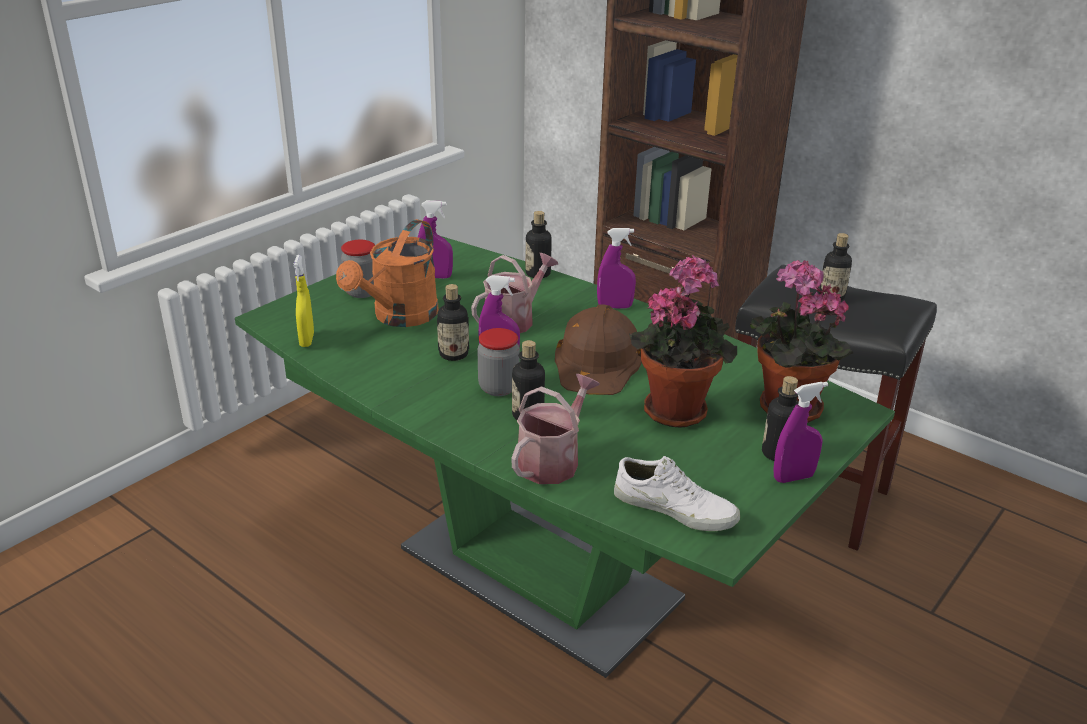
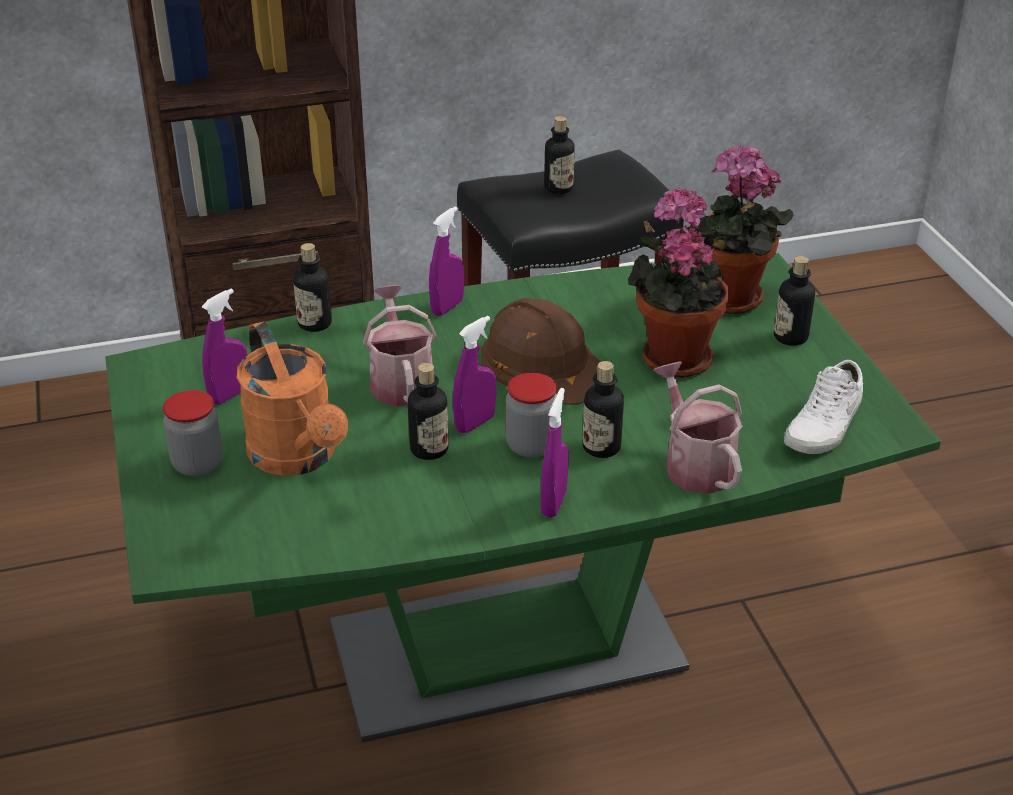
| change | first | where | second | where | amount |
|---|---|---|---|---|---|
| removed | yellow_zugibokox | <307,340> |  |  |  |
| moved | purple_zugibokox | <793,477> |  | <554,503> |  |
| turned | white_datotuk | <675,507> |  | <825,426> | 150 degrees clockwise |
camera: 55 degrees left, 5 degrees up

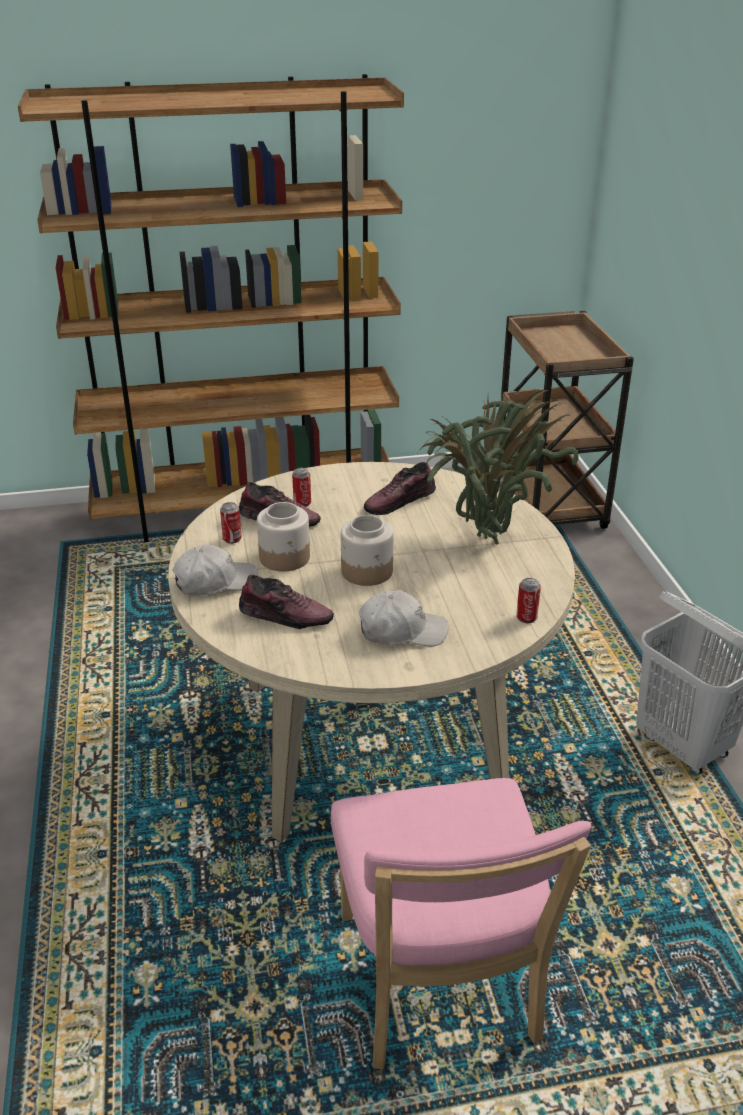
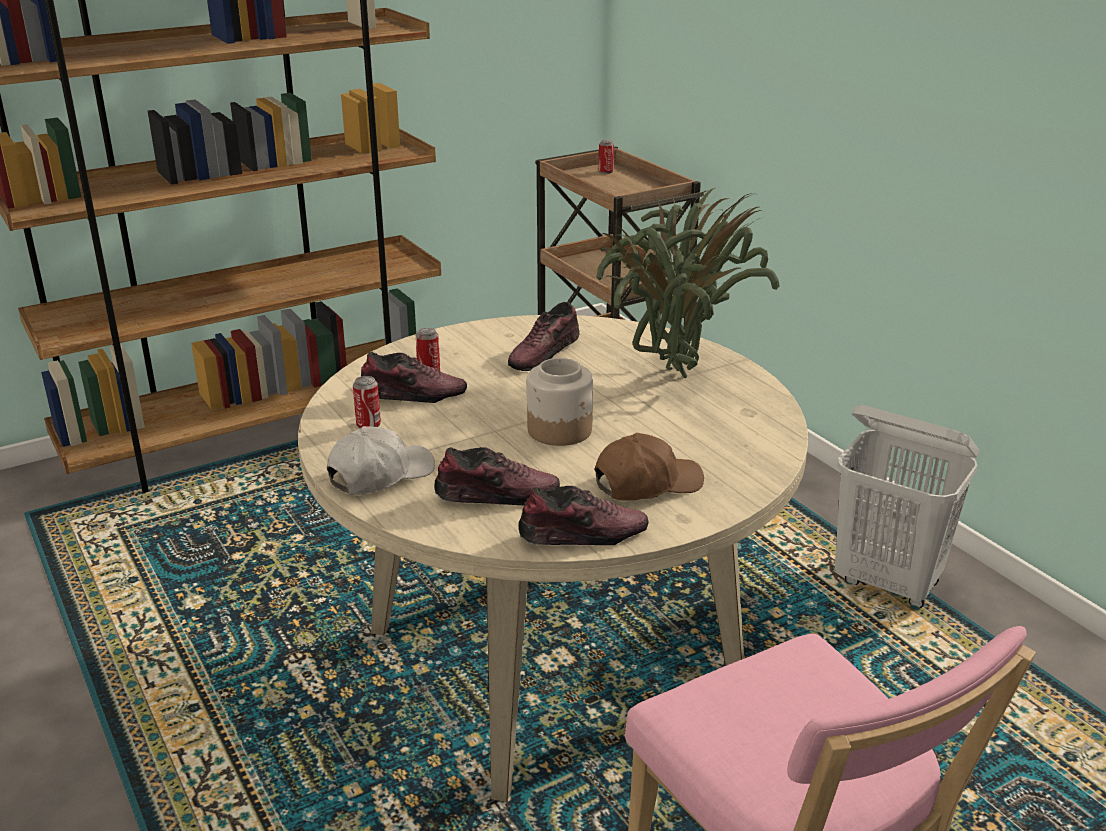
| change | first | where | second | where | amount |
|---|---|---|---|---|---|
| removed | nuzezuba | <285,558> |  |  |  |
| moved | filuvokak | <526,618> |  | <605,172> |  |
| recoloured | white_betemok | <402,631> | brown_betemok | <647,483> |  |
| added |  |  | datotuk | <582,535> |  |
camera: 20 degrees left, 5 degrees down

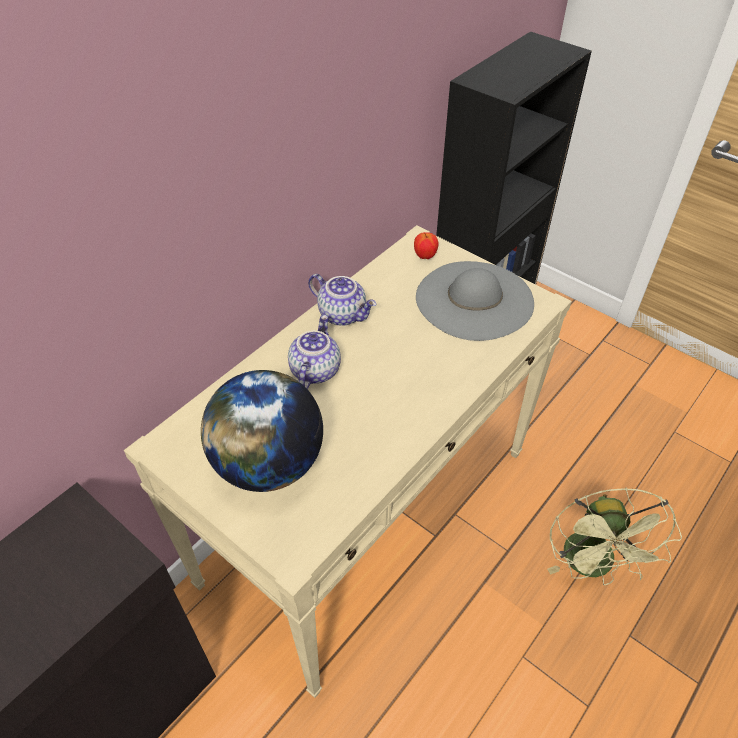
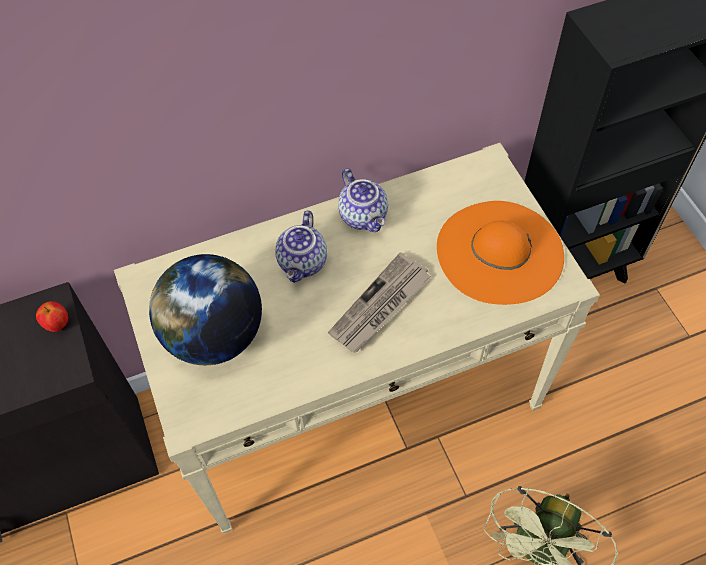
| change | first | where | second | where | amount |
|---|---|---|---|---|---|
| moved | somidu | <425,256> |  | <58,325> |  |
| recoloured | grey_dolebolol | <474,300> | orange_dolebolol | <499,252> |  |
| turned | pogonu | <314,370> |  | <303,263> | 150 degrees clockwise |
| added |  |  | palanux | <380,306> |  |
camera: 30 degrees right, 10 degrees up

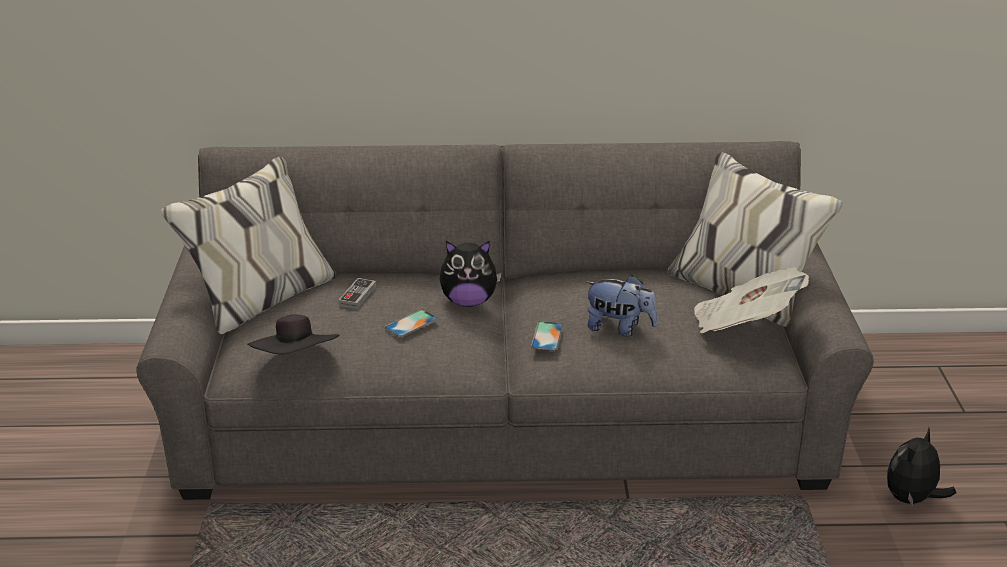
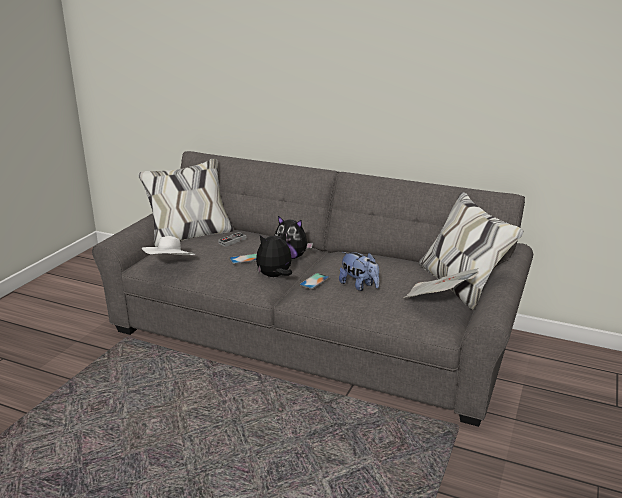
| change | first | where | second | where | amount |
|---|---|---|---|---|---|
| recoloured | black_dolebolol | <296,362> | white_dolebolol | <170,264> |  |
| moved | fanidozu | <912,499> |  | <275,276> |  |
camera: 25 degrees right, 5 degrees down

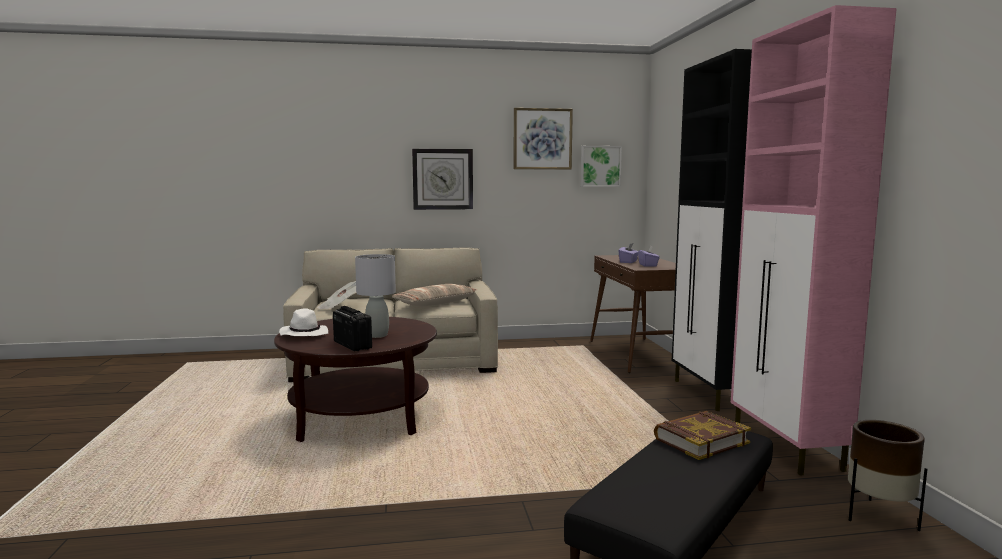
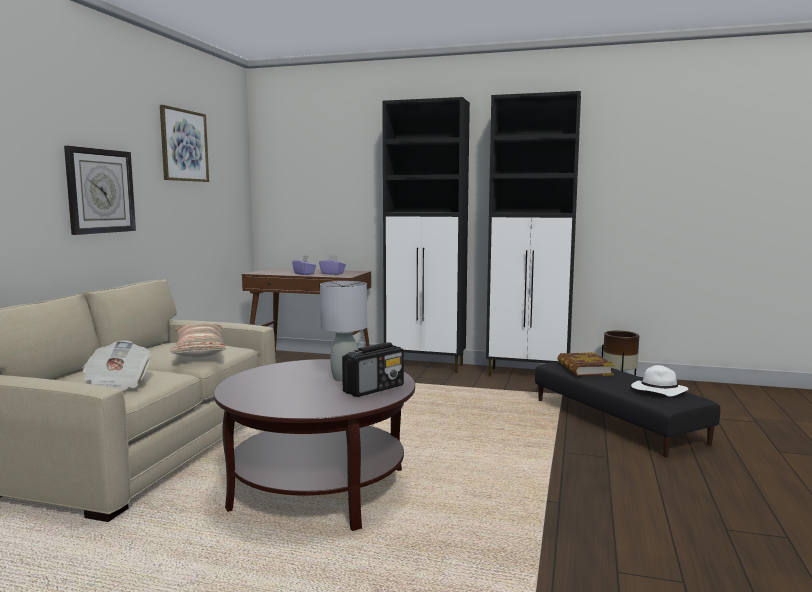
| change | first | where | second | where | amount |
|---|---|---|---|---|---|
| recoloured | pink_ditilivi | <786,448> | black_ditilivi | <529,375> |  |
| removed | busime | <600,166> |  |  |  |
| turned | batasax | <352,345> |  | <374,389> | 150 degrees clockwise |
| moved | white_dolebolol | <304,334> |  | <658,391> |  |
camera: 65 degrees left, 0 degrees up

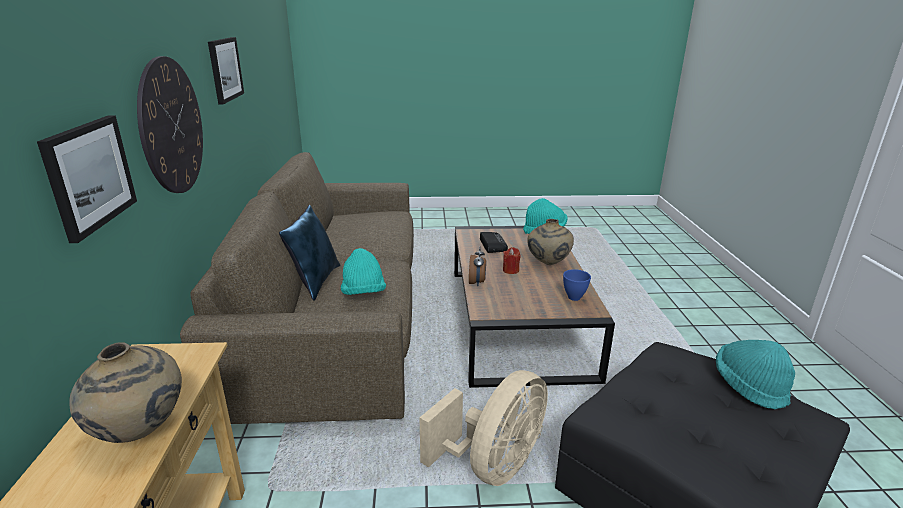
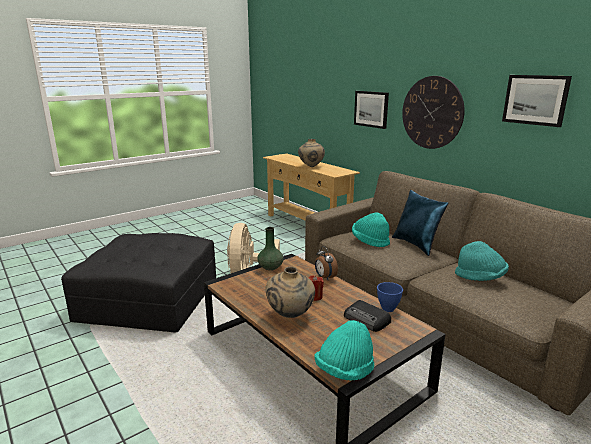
| change | first | where | second | where | amount |
|---|---|---|---|---|---|
| moved | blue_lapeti | <573,297> |  | <388,309> |  |
| moved | turquoise_dolebolol | <749,386> |  | <480,277> |  |
| added |  |  | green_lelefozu | <270,267> |  |
camera: 145 degrees right, 5 degrees down

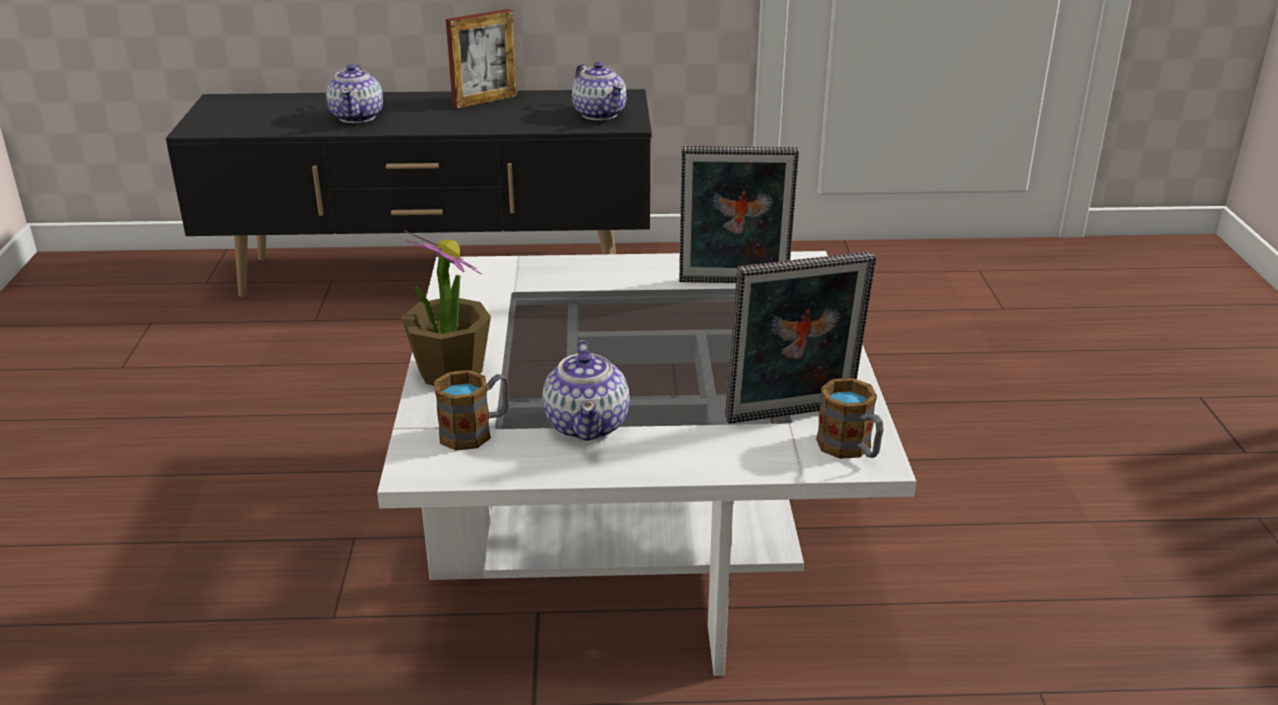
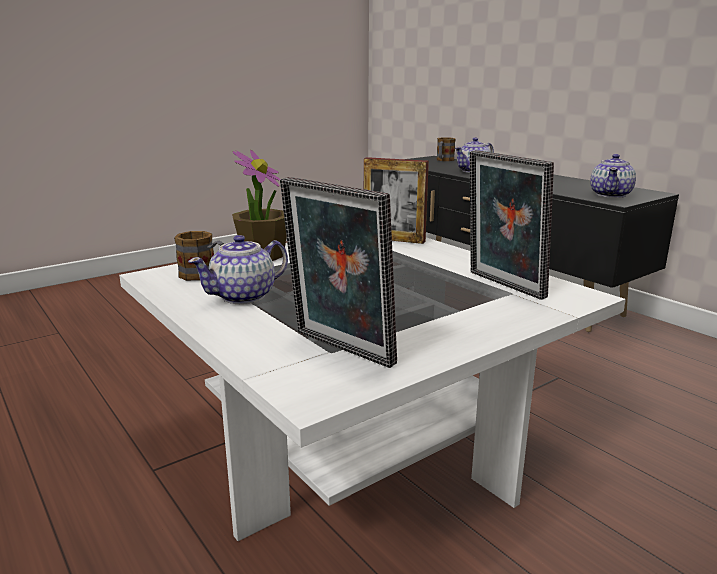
| change | first | where | second | where | amount |
|---|---|---|---|---|---|
| moved | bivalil | <485,101> |  | <394,239> |  |
| moved | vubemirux | <851,449> |  | <444,160> |  |
camera: 55 degrees right, 10 degrees down

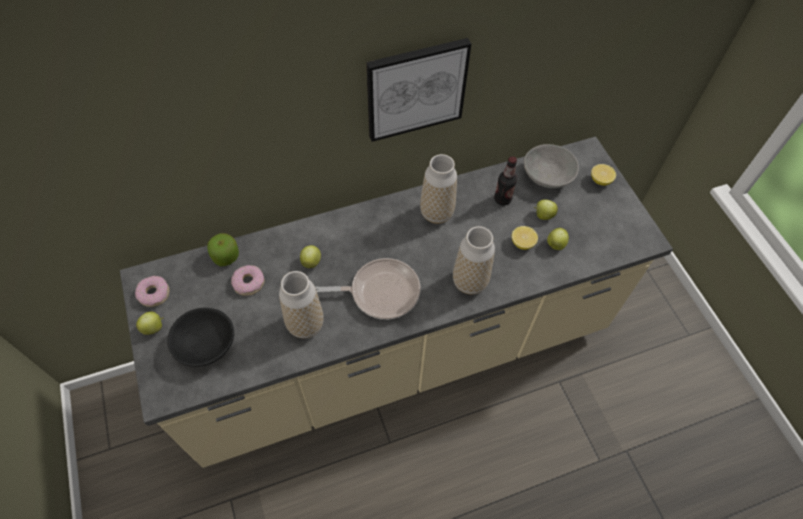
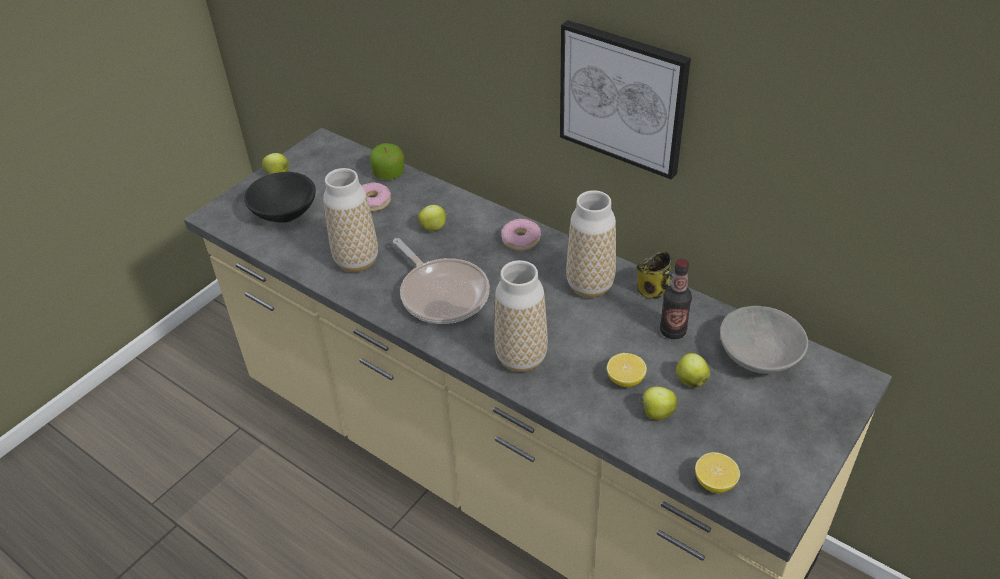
| change | first | where | second | where | amount |
|---|---|---|---|---|---|
| moved | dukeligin | <600,180> |  | <714,482> |  |
| moved | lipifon | <154,294> |  | <521,240> |  |
| added |  |  | vubemirux | <654,291> |  |
camera: 60 degrees right, 15 degrees down

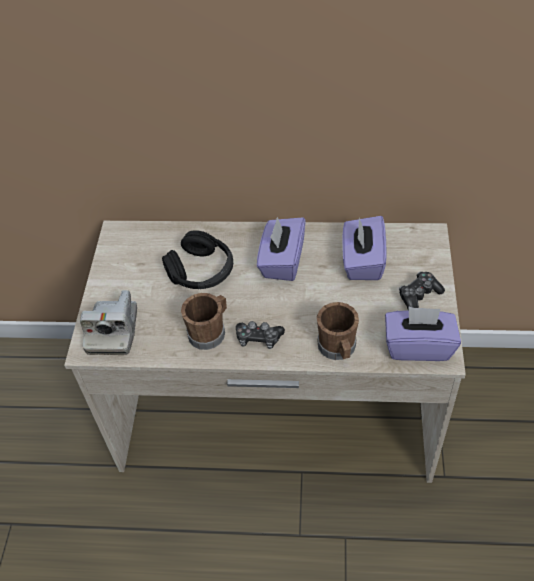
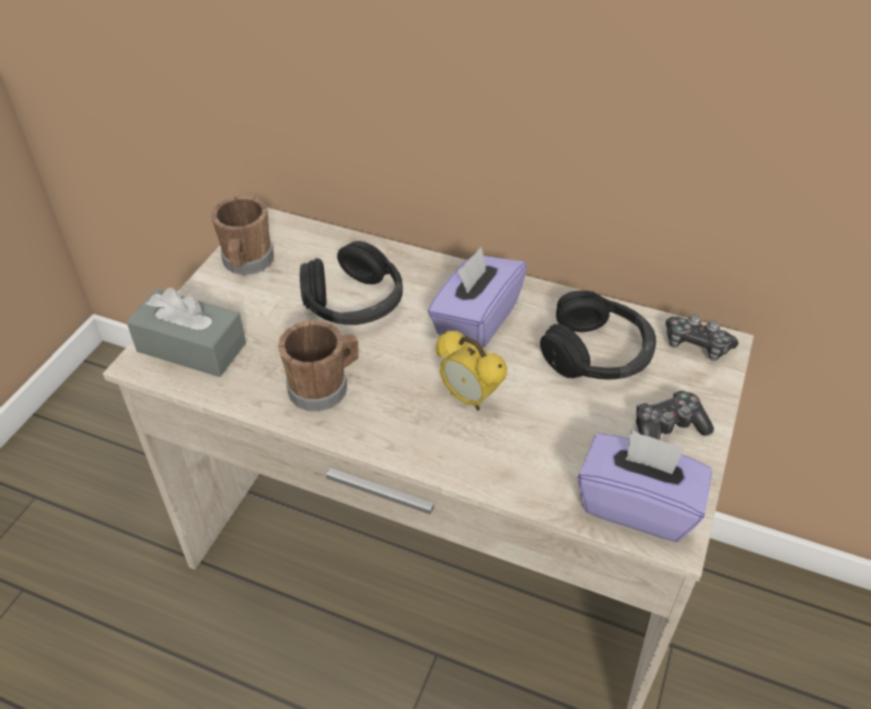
| change | first | where | second | where | amount |
|---|---|---|---|---|---|
| replaced | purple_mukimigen | <362,261> | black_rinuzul | <597,354> |  |
| replaced | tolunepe | <113,331> | grey_mukimigen | <191,347> |  |
| moved | brown_vubemirux | <338,348> |  | <247,263> |  |
| moved | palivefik | <258,338> |  | <696,345> |  |
| added |  |  | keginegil | <469,398> |  |
camera: 15 degrees right, 5 degrees down

